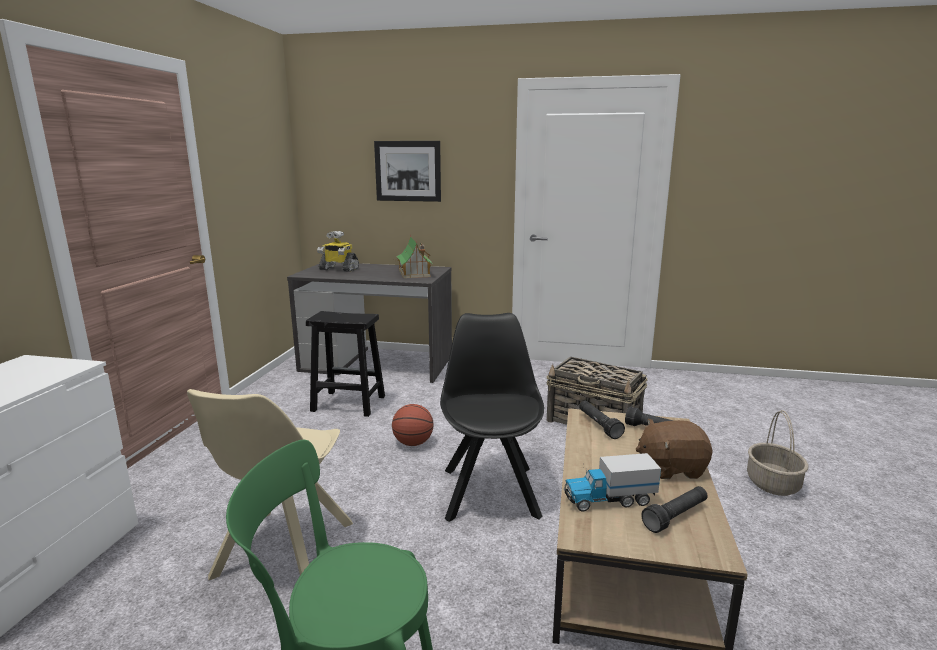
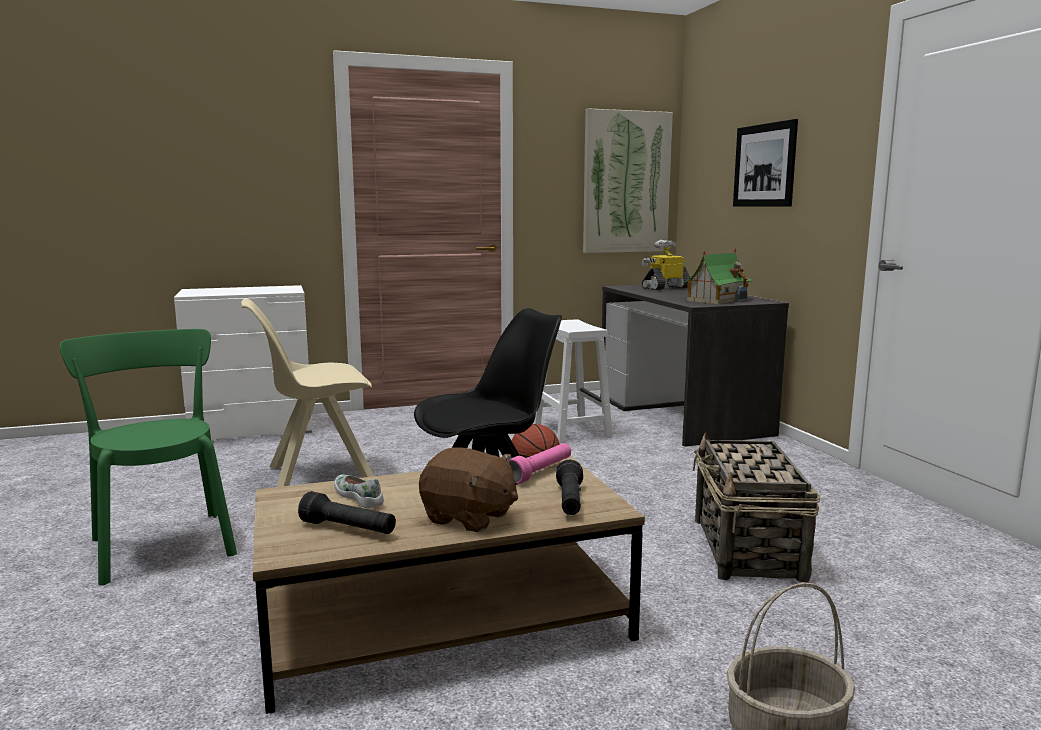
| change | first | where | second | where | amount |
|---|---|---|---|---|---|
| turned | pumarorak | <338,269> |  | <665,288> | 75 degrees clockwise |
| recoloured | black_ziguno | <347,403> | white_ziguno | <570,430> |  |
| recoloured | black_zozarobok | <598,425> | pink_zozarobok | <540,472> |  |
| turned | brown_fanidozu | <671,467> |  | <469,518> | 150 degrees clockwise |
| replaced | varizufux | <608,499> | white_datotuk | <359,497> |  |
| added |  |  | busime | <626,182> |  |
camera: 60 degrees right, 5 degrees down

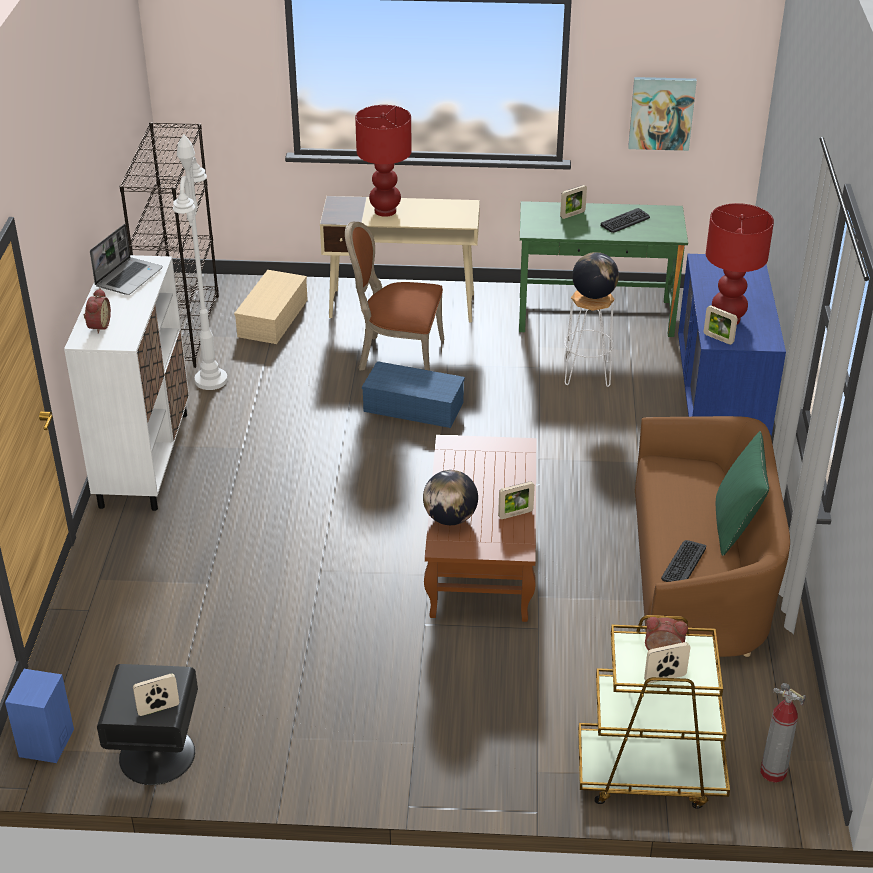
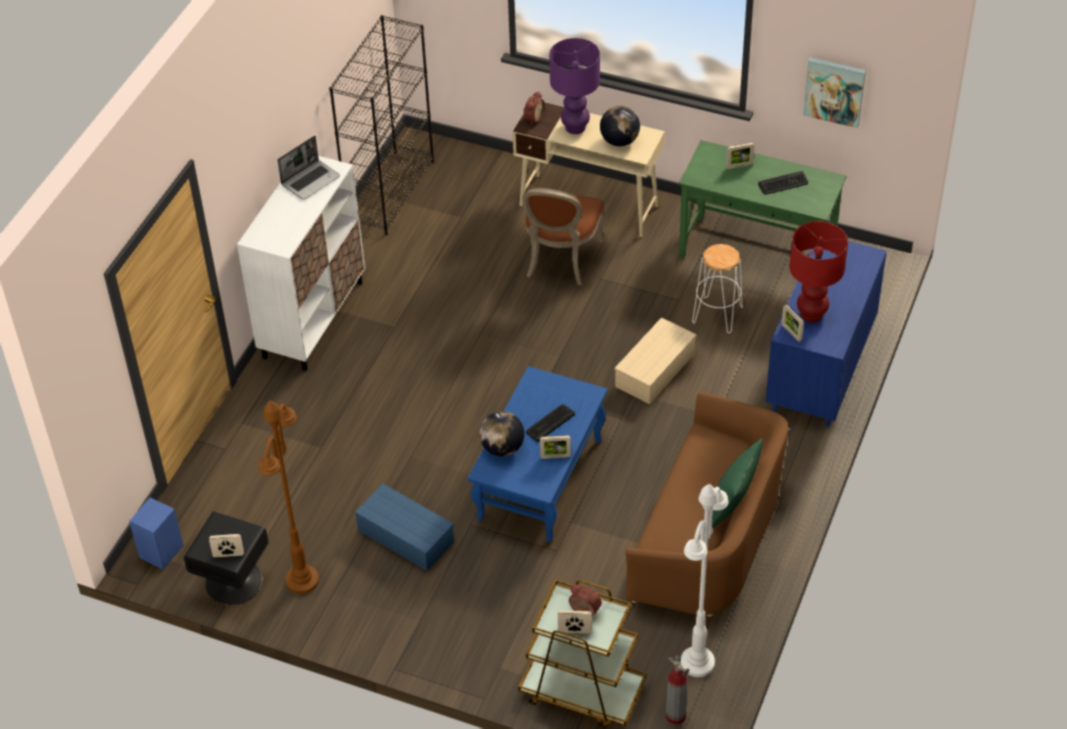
| change | first | where | second | where | amount |
|---|---|---|---|---|---|
| recoloured | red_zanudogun | <385,211> | purple_zanudogun | <575,127> |  |
| moved | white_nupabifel | <211,380> |  | <697,663> |  |
| turned | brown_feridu | <397,356> |  | <560,260> | 105 degrees counterclockwise |
| moved | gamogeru | <594,295> |  | <619,141> |  |
| moved | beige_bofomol | <273,319> |  | <655,371> |  |
| moved | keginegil | <98,326> |  | <532,118> |  |
| moved | blue_bofomol | <412,407> |  | <404,536> |  |
| recoloured | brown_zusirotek | <481,562> | blue_zusirotek | <539,480> |  |
| moved | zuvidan | <683,563> |  | <550,423> |  |
| added |  |  | brown_nupabifel | <302,580> |  |
camera: 20 degrees right, 10 degrees up

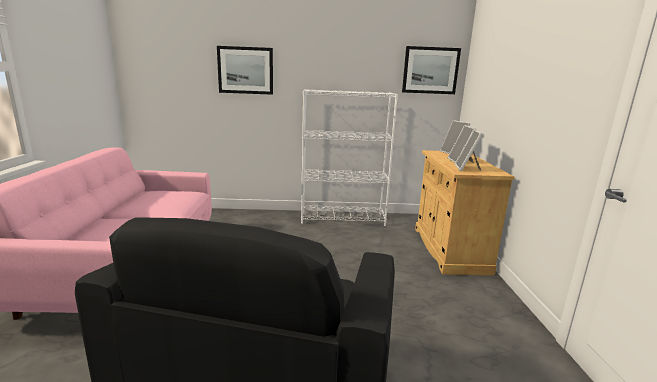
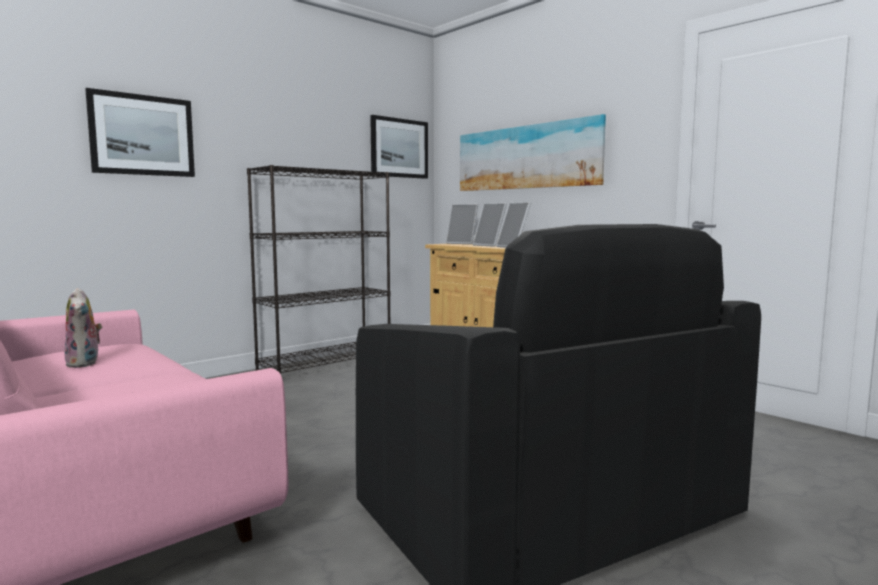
| change | first | where | second | where | amount |
|---|---|---|---|---|---|
| recoloured | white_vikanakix | <343,218> | black_vikanakix | <326,364> |  |
| added |  |  | busime | <526,157> |  |
| added |  |  | fanidozu | <85,363> |  |
camera: 40 degrees left, 10 degrees down

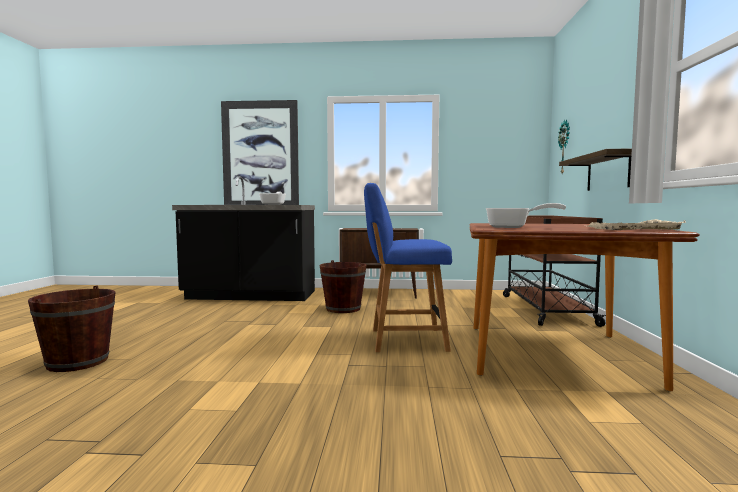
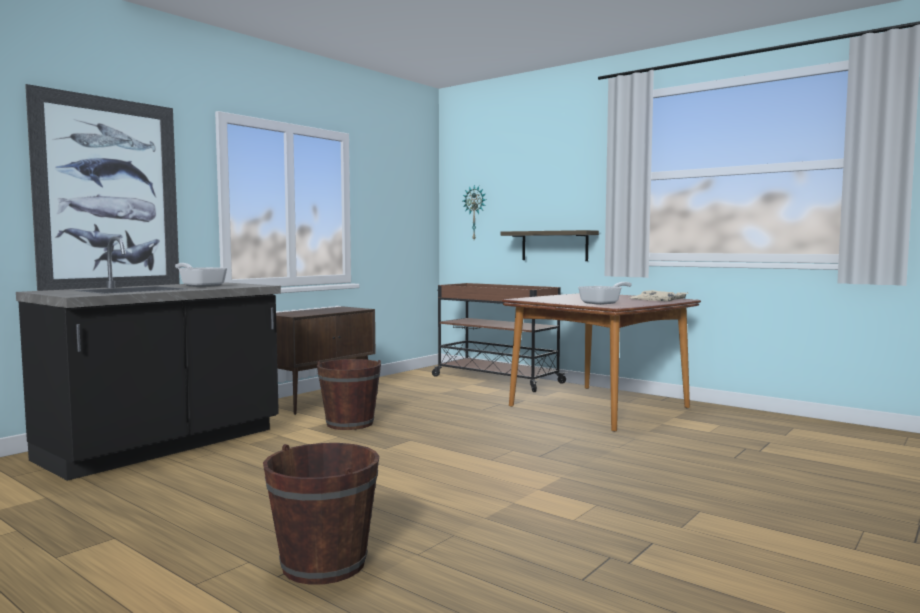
| change | first | where | second | where | amount |
|---|---|---|---|---|---|
| removed | blue_feridu | <403,340> |  |  |  |
camera: 55 degrees left, 0 degrees up

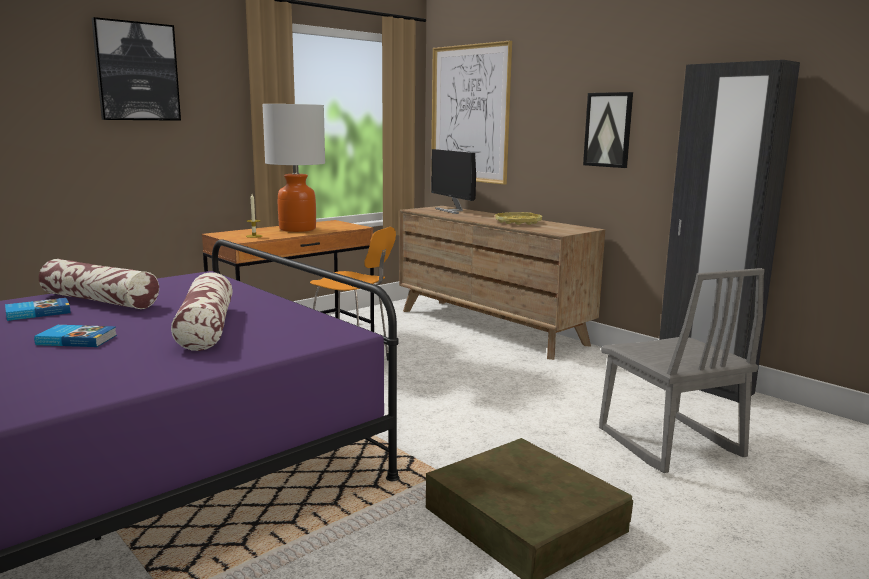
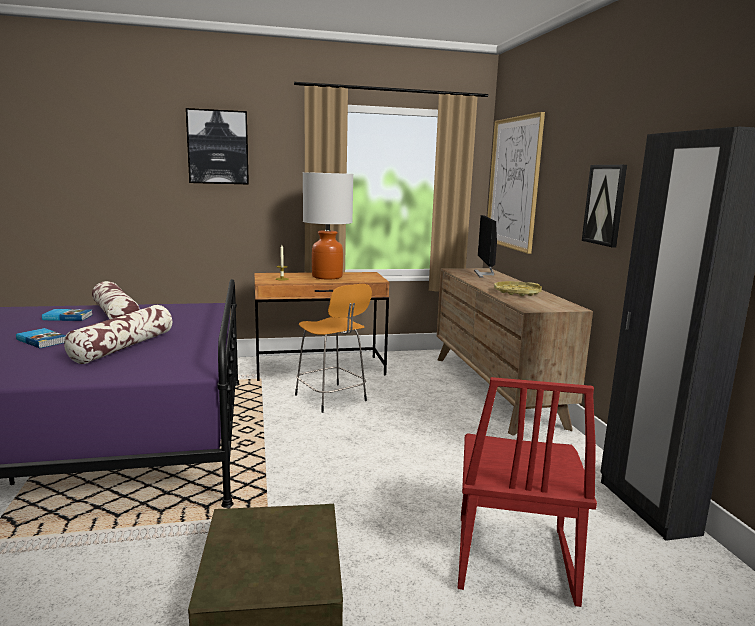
| change | first | where | second | where | amount |
|---|---|---|---|---|---|
| recoloured | grey_feridu | <668,444> | red_feridu | <512,559> |  |
camera: 30 degrees right, 0 degrees up

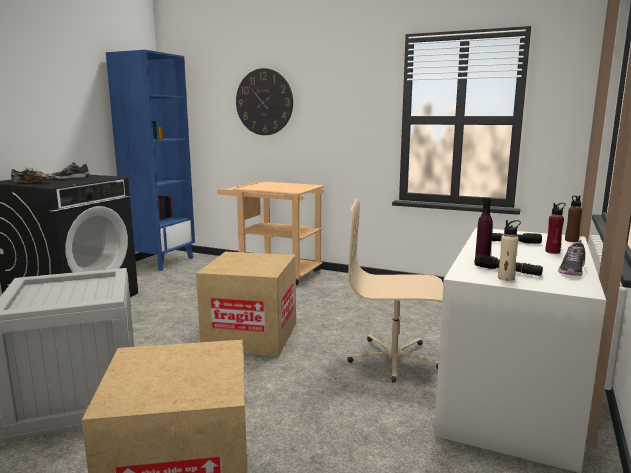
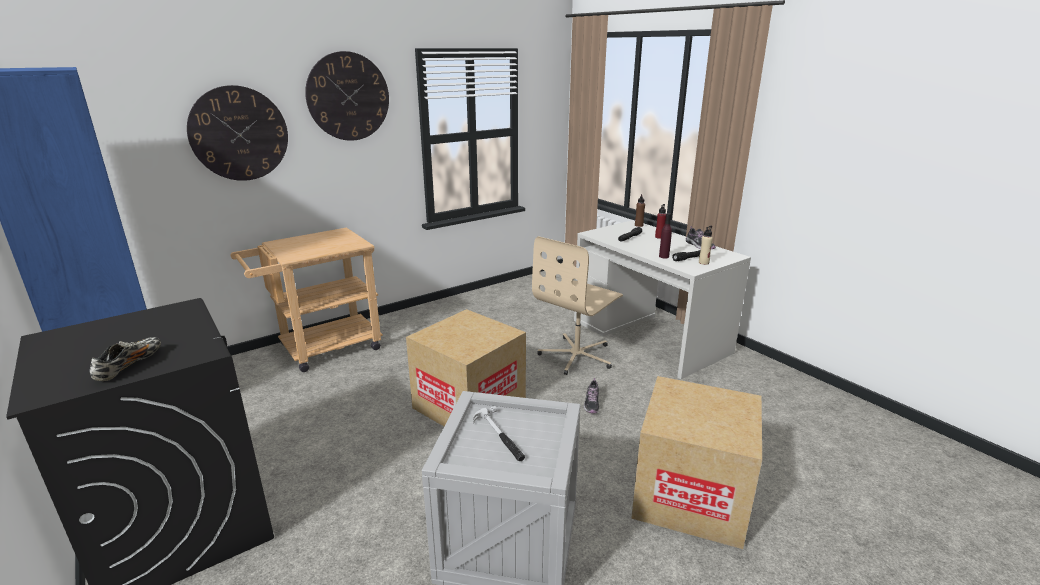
| change | first | where | second | where | amount |
|---|---|---|---|---|---|
| moved | datotuk | <71,178> |  | <592,403> |  |
| added |  |  | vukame | <348,97> |  |
| added |  |  | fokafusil | <500,436> |  |
camera: 60 degrees left, 10 degrees up

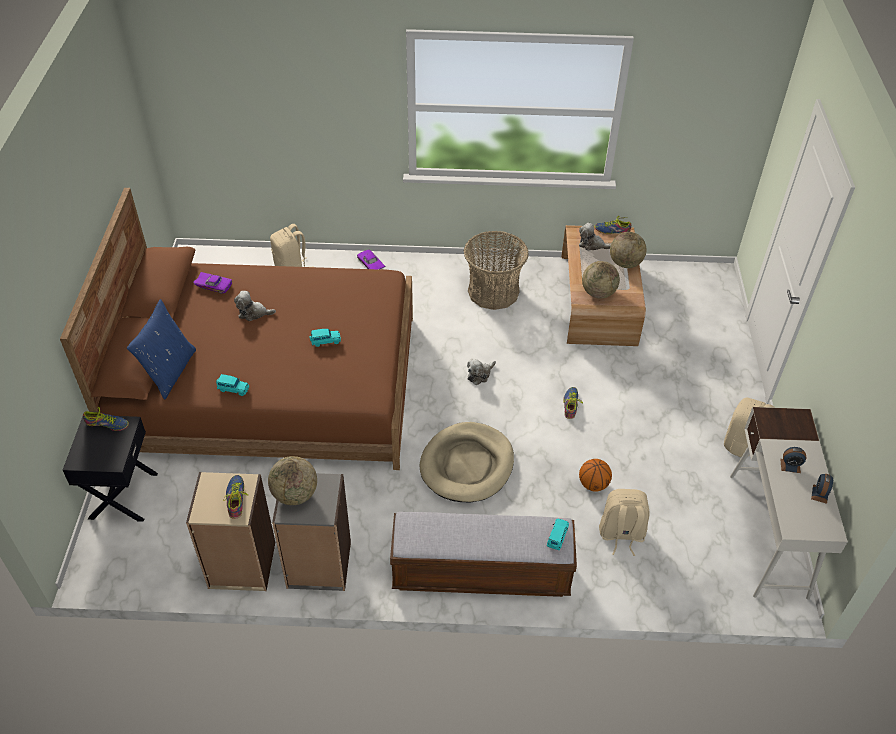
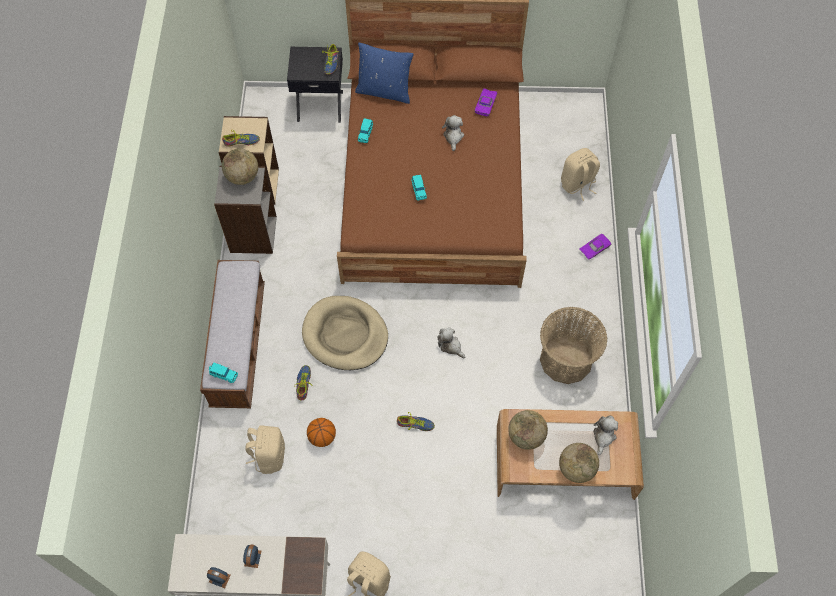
| change | first | where | second | where | amount |
|---|---|---|---|---|---|
| moved | datotuk | <612,230> |  | <303,384> |  |
camera: 90 degrees right, 15 degrees up

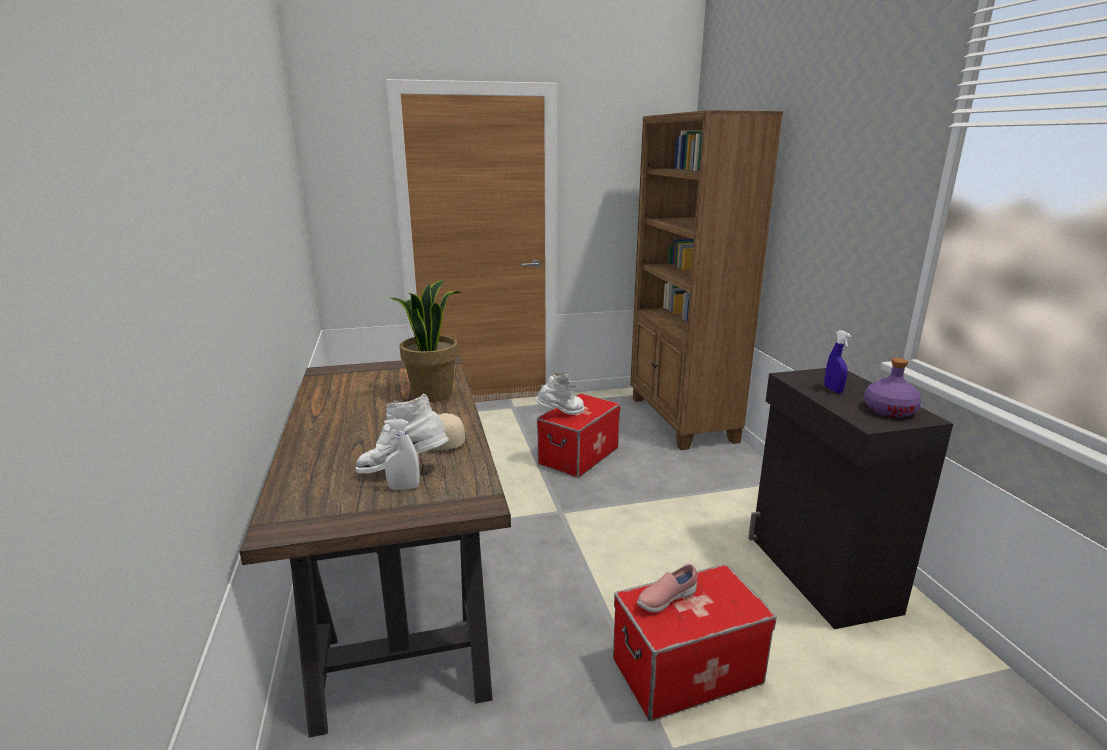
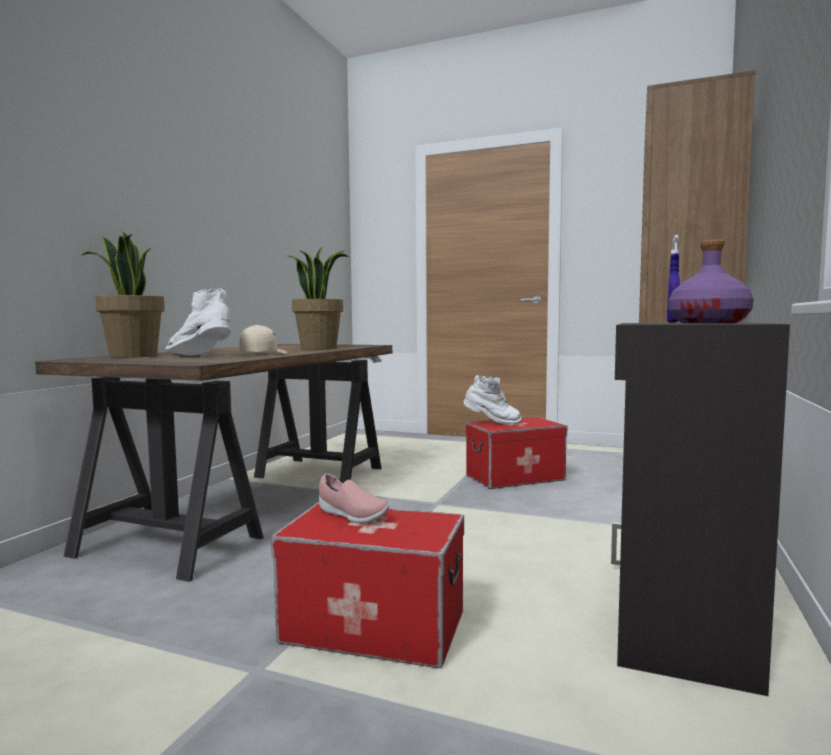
| change | first | where | second | where | amount |
|---|---|---|---|---|---|
| removed | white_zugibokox | <404,487> |  |  |  |
| turned | pink_datotuk | <666,599> |  | <351,515> | 150 degrees counterclockwise |
| added |  |  | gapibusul | <132,356> |  |
camera: 35 degrees right, 15 degrees down

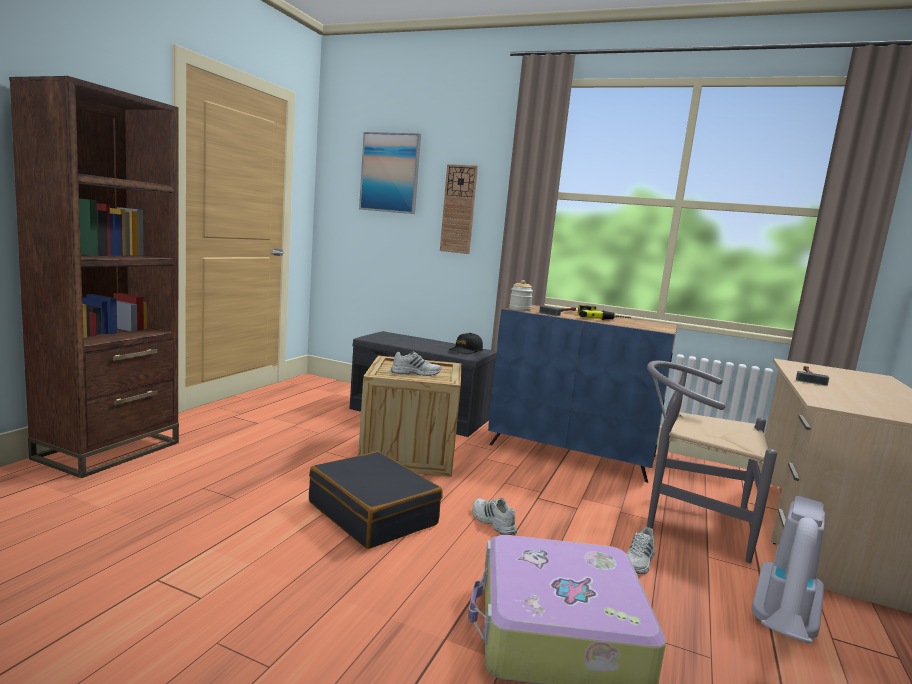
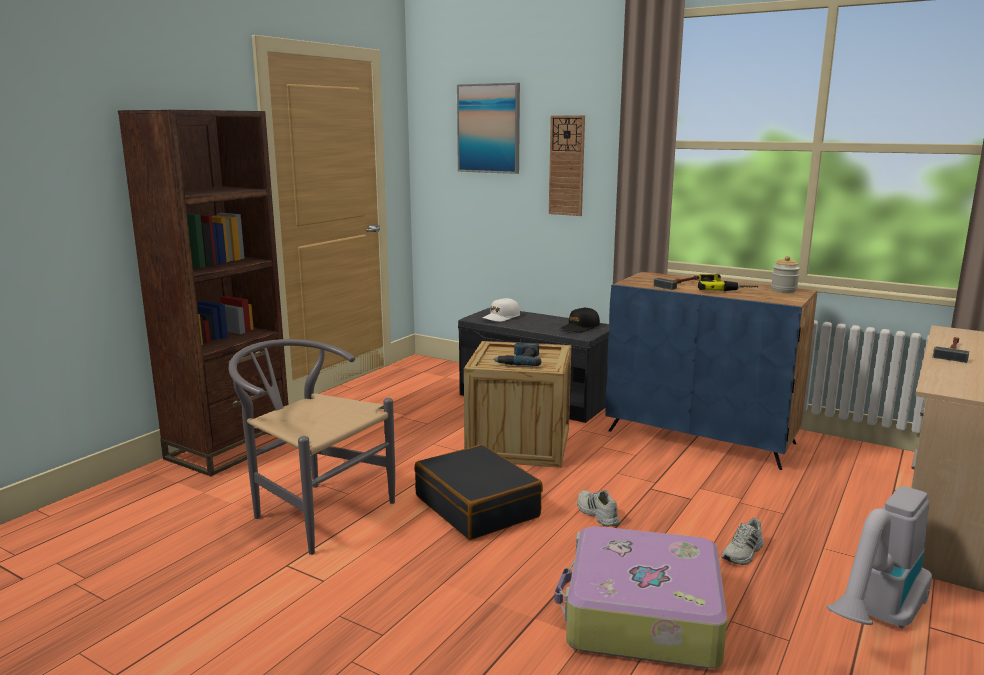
| change | first | where | second | where | amount |
|---|---|---|---|---|---|
| moved | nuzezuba | <519,309> |  | <783,289> |  |
| replaced | white_datotuk | <415,373> | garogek | <519,360> |  |
| moved | grey_feridu | <688,520> |  | <313,510> |  |
| added |  |  | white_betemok | <501,317> |  |
camera: 10 degrees right, 5 degrees up

